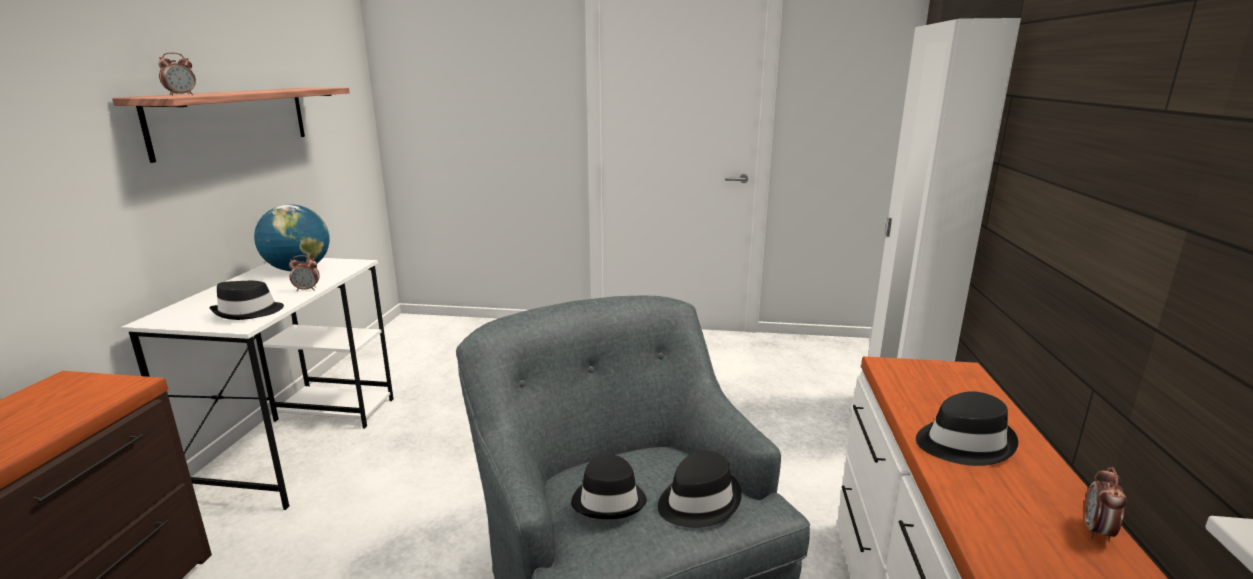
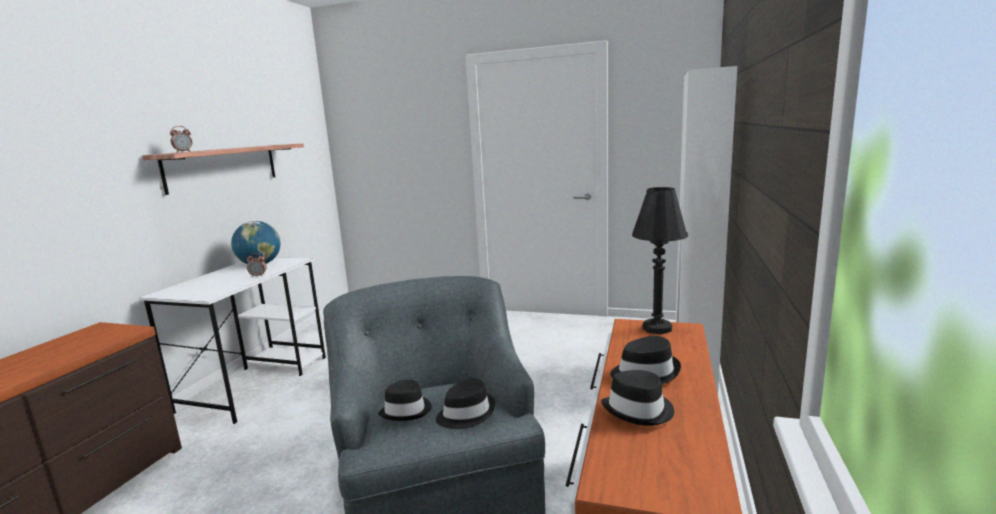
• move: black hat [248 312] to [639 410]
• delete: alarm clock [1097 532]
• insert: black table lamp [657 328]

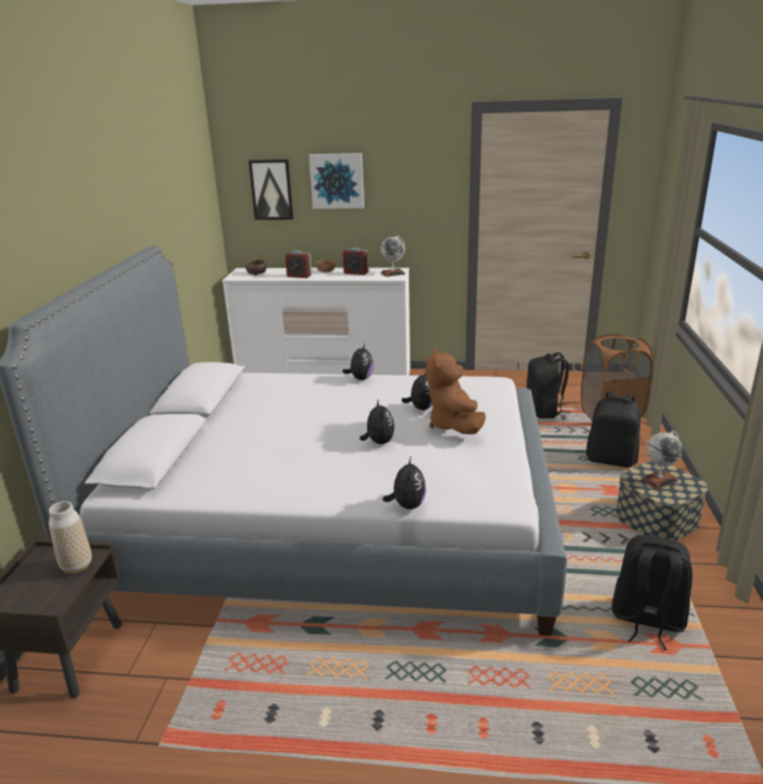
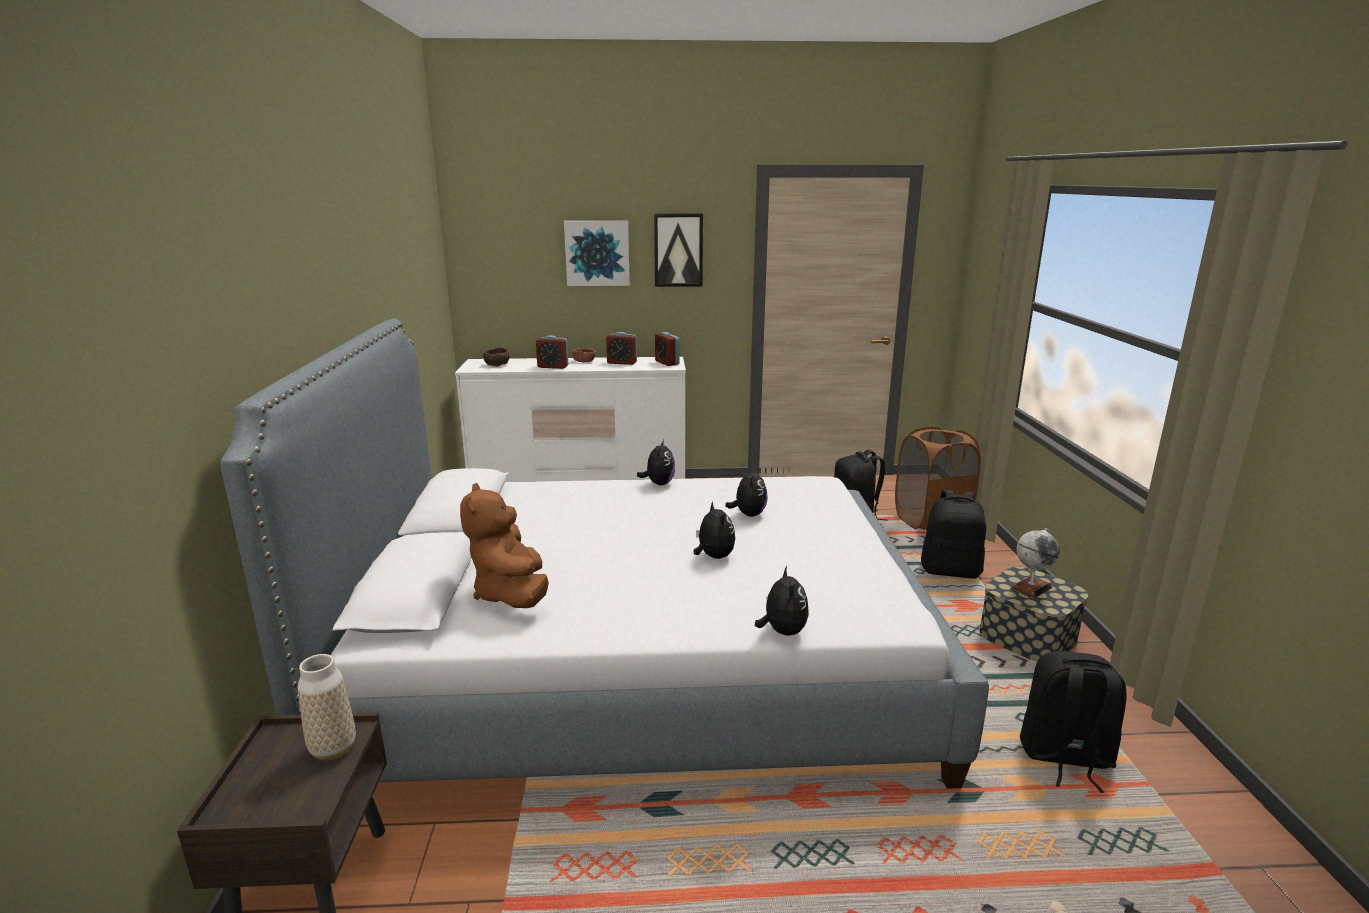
• move: picture [271 189] to [678 250]
• replace: globe [393 273] to alarm clock [667 363]
• move: brown plush toy [454 425] to [511 594]

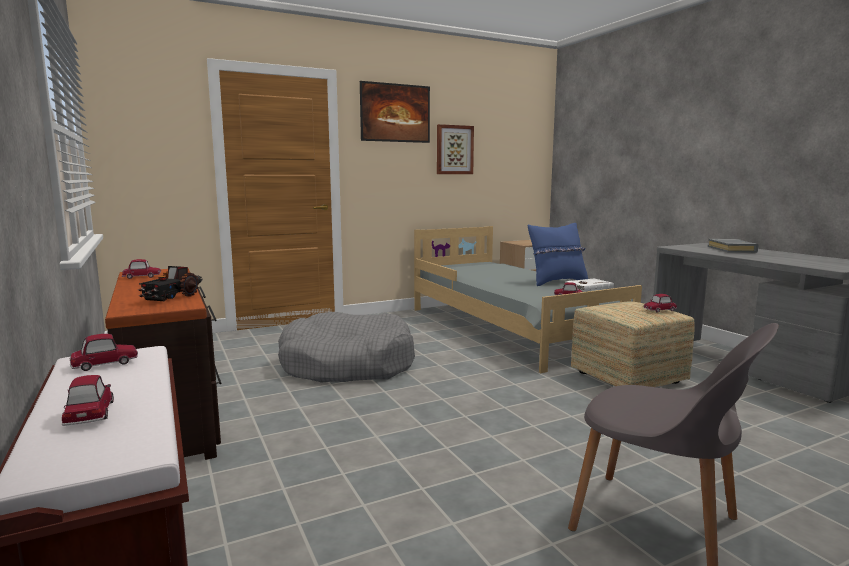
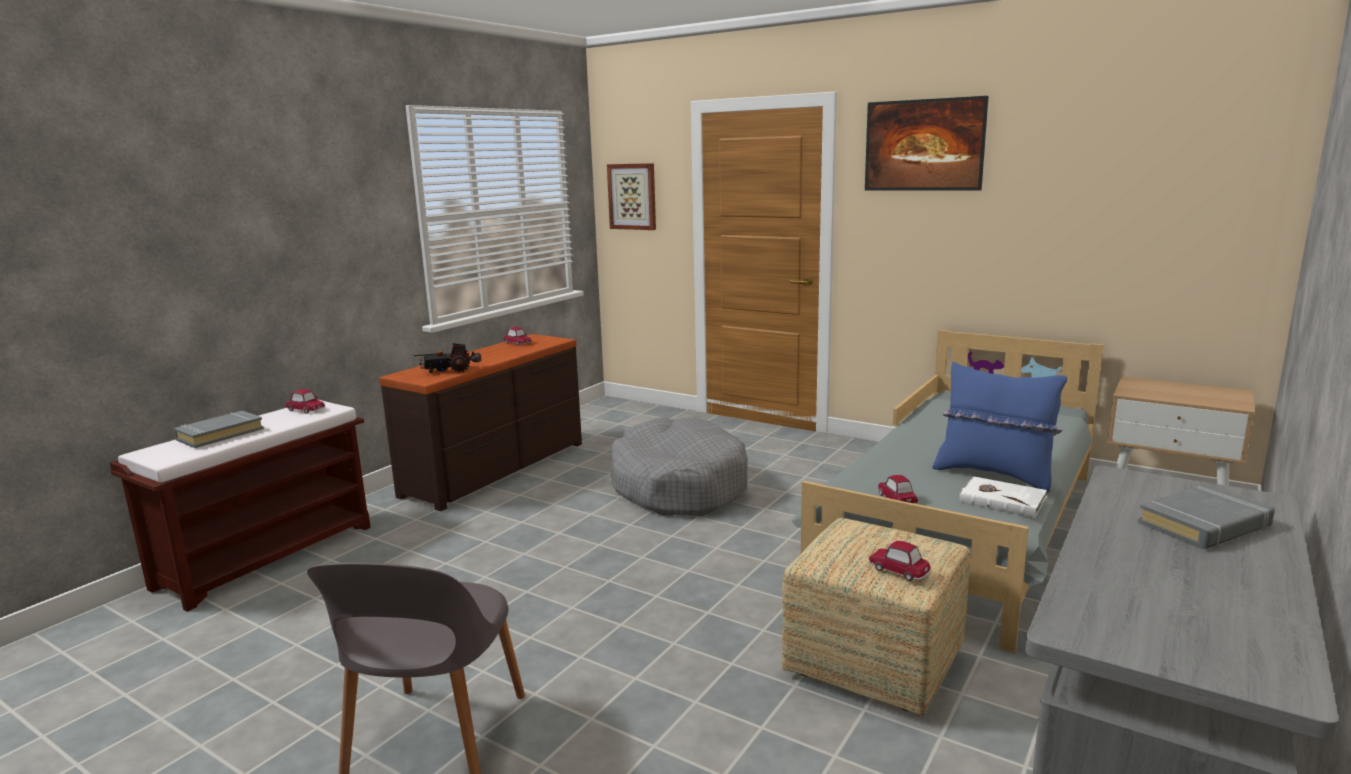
• move: picture [454 150] to [632 196]
• replace: toy car [89 413] to grey book [220 434]

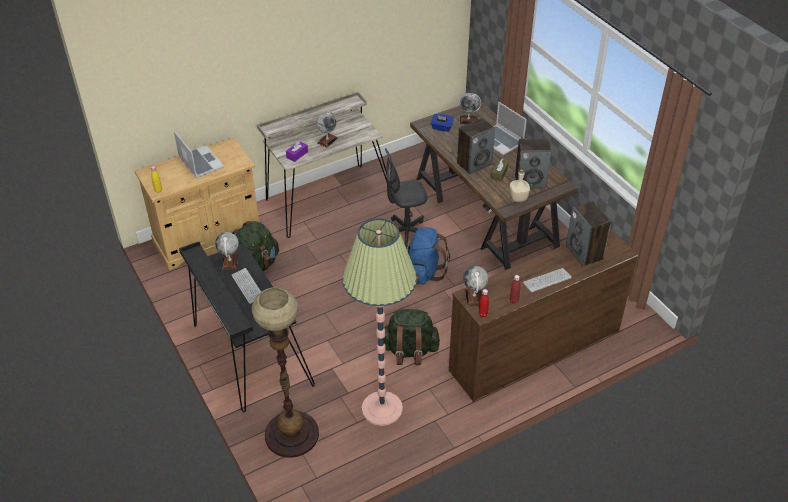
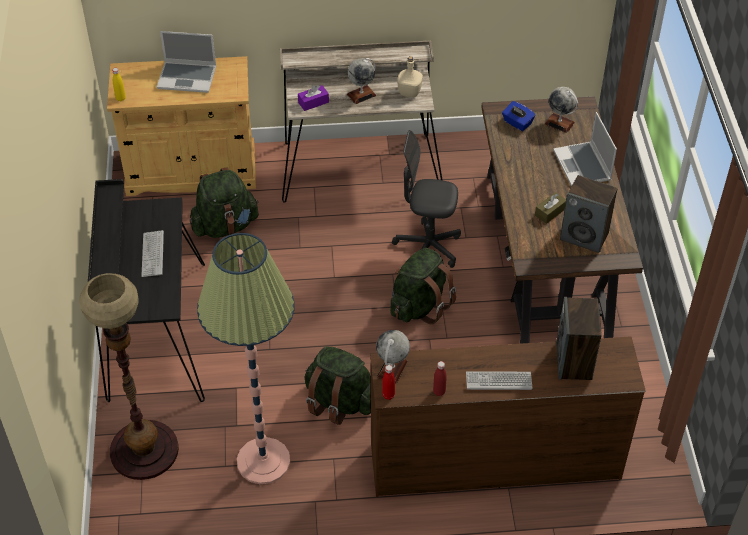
• delete: speaker [474 164]
• rotate: laptop [200 163] = [188 77] 105 degrees clockwise
• move: beige bottle [518 198] to [410 92]
• recolor: blue backpack [423 272] to green backpack [419 305]
• delete: globe [230 262]

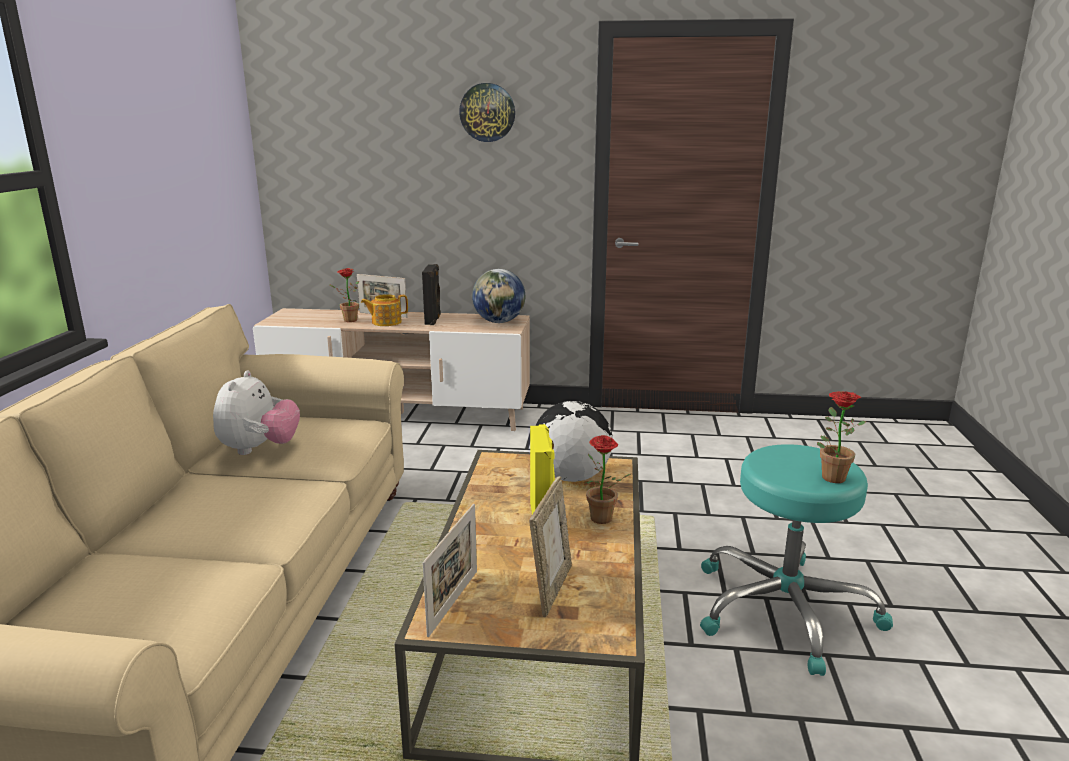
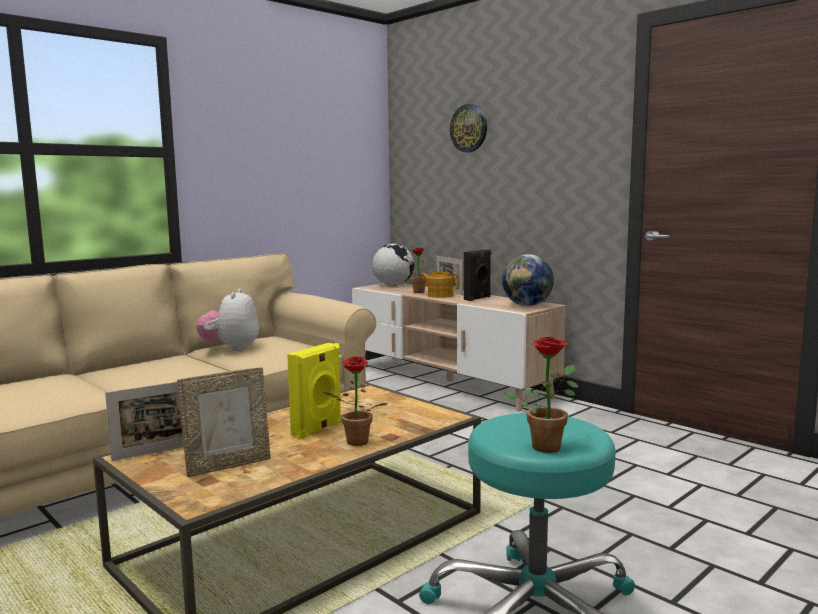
• move: wall clock [487 112] to [469 128]
• rotate: plush toy [259 449] = [231 348] 135 degrees clockwise
• move: globe [571 477] to [393 285]

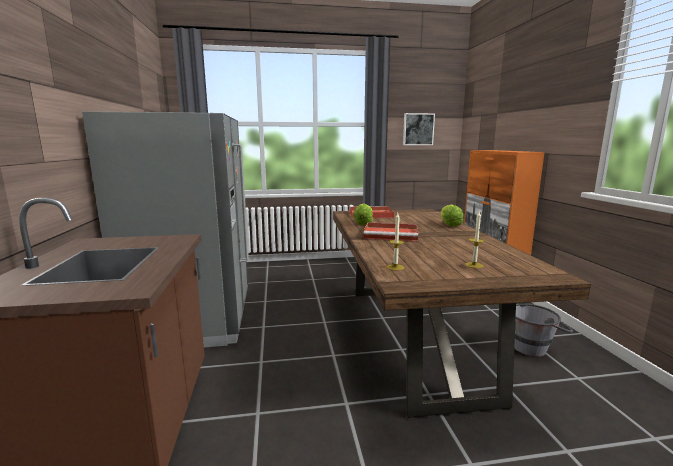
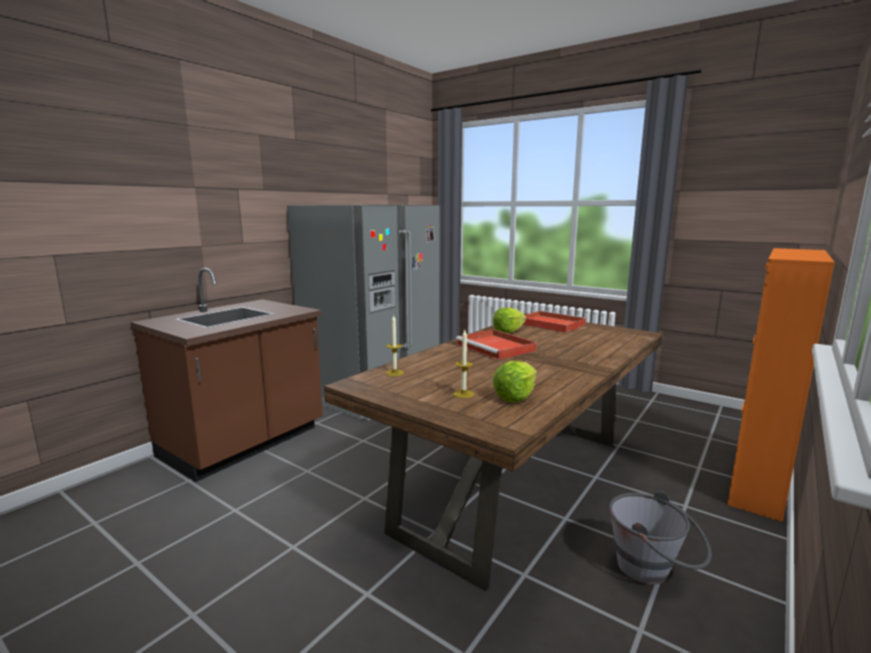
• delete: picture [418 129]
• move: lettuce [449 225] to [515 397]

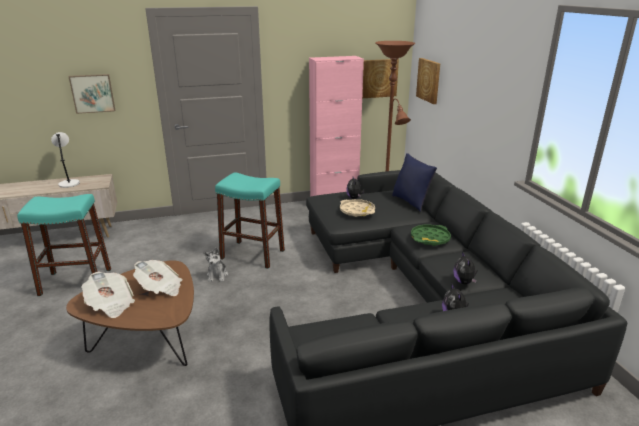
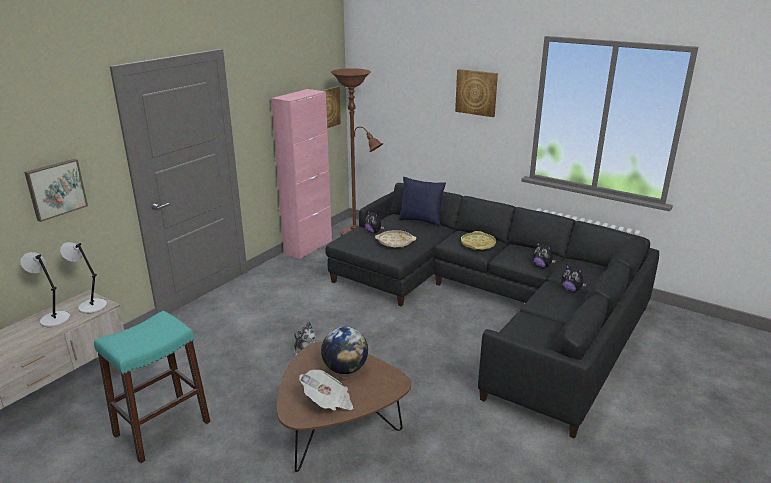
• move: picture [429 80] to [476 92]
• delete: turquoise stool [252 254]
• recolor: green tray [430 238] to yellow tray [478 244]
• replace: newspaper [160 288] to globe [345 369]
• insert: grey table lamp [91 306]

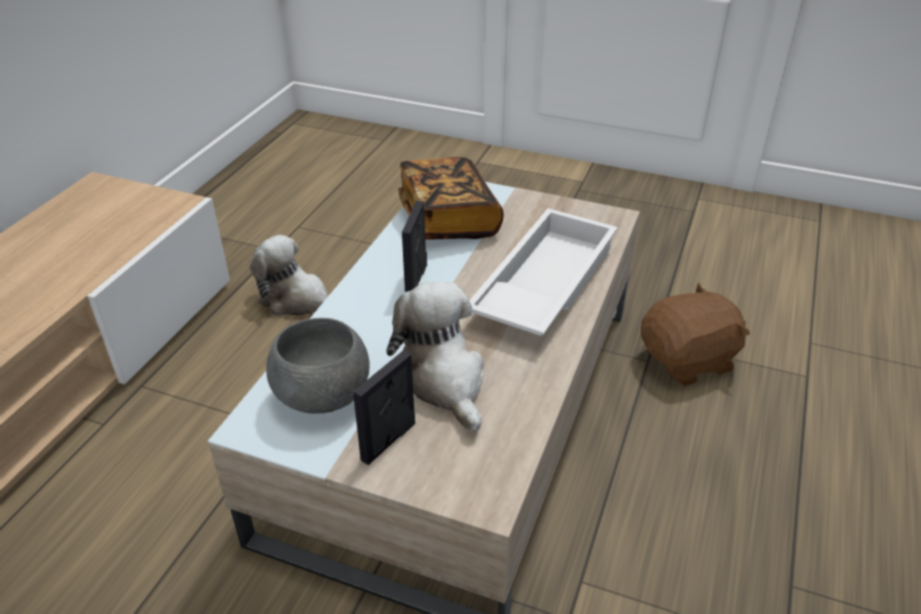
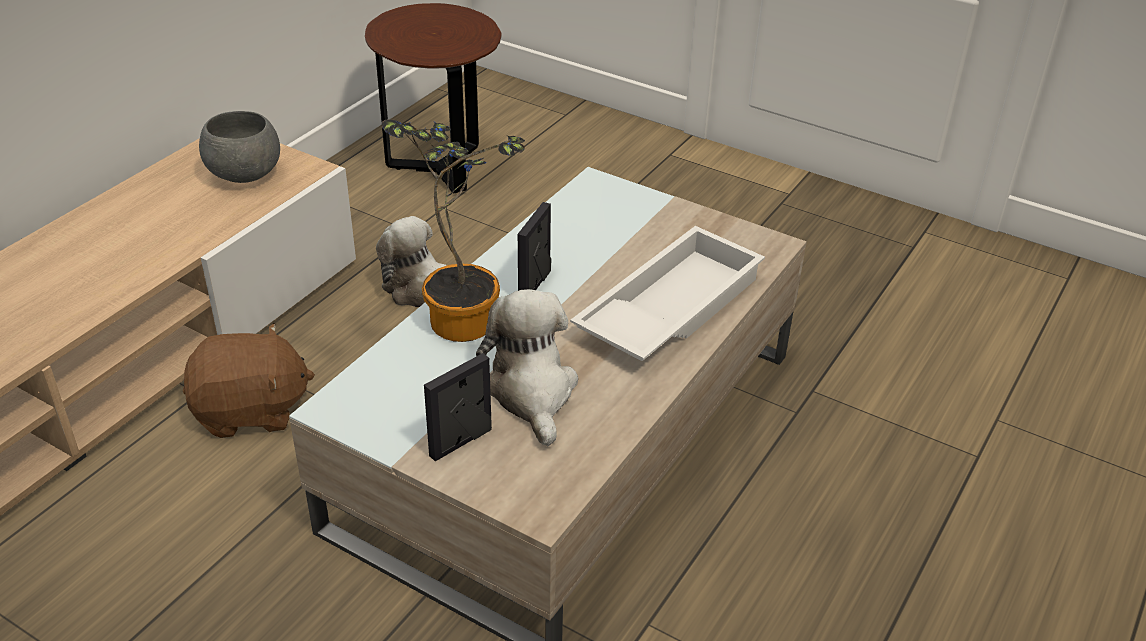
• delete: book [448 220]
• move: brown plush toy [688 360] to [251 411]
• move: grey bowl [322 398] to [244 176]
• insert: brown side table [440 169]
• insert: potted plant [461 316]

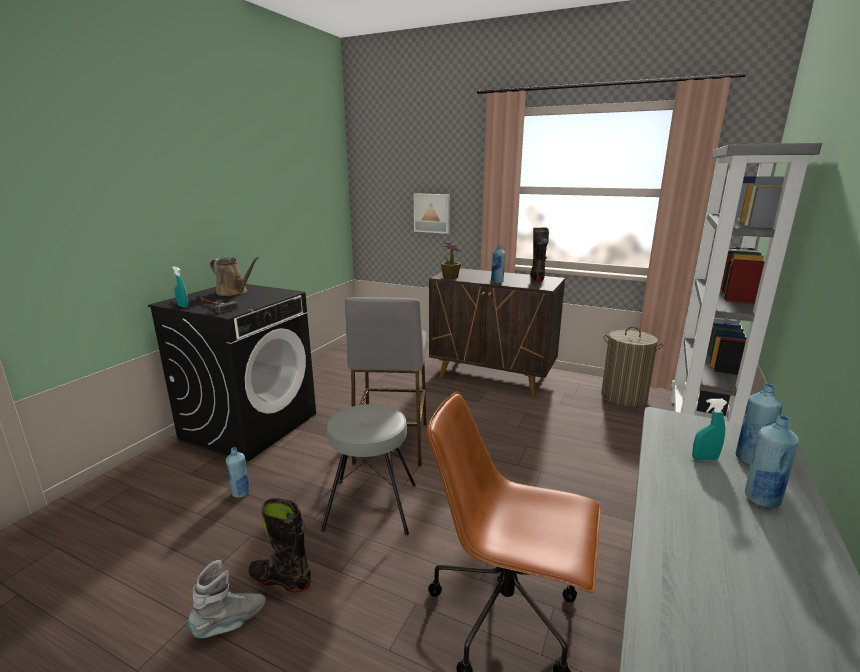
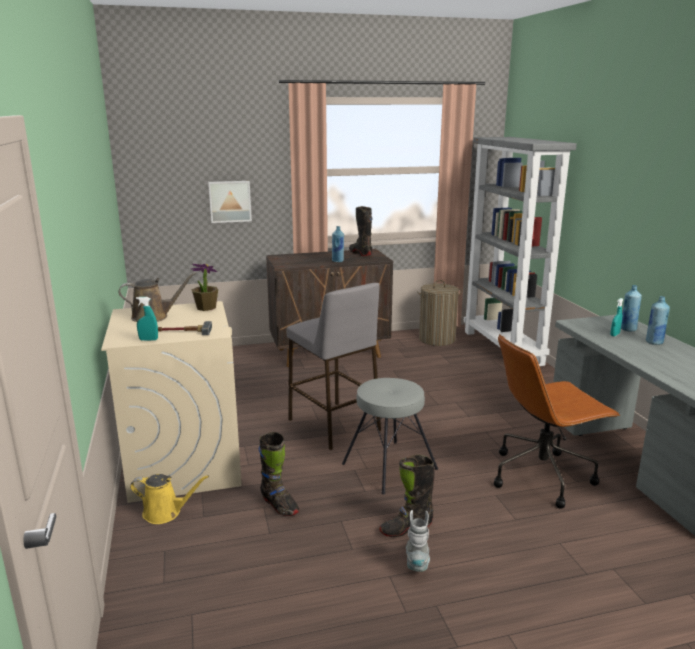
• move: potted plant [450 277] to [206 308]
• recolor: black washing machine [250 425] to beige washing machine [184 463]
• replace: blue bottle [240 493] to black boot [279 505]
• insert: yellow watering can [165 513]

